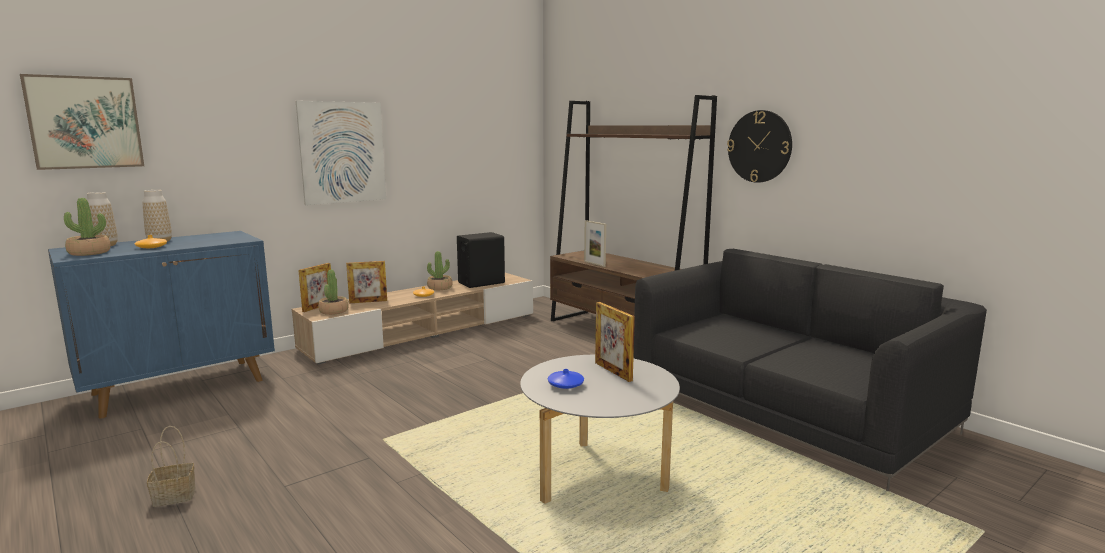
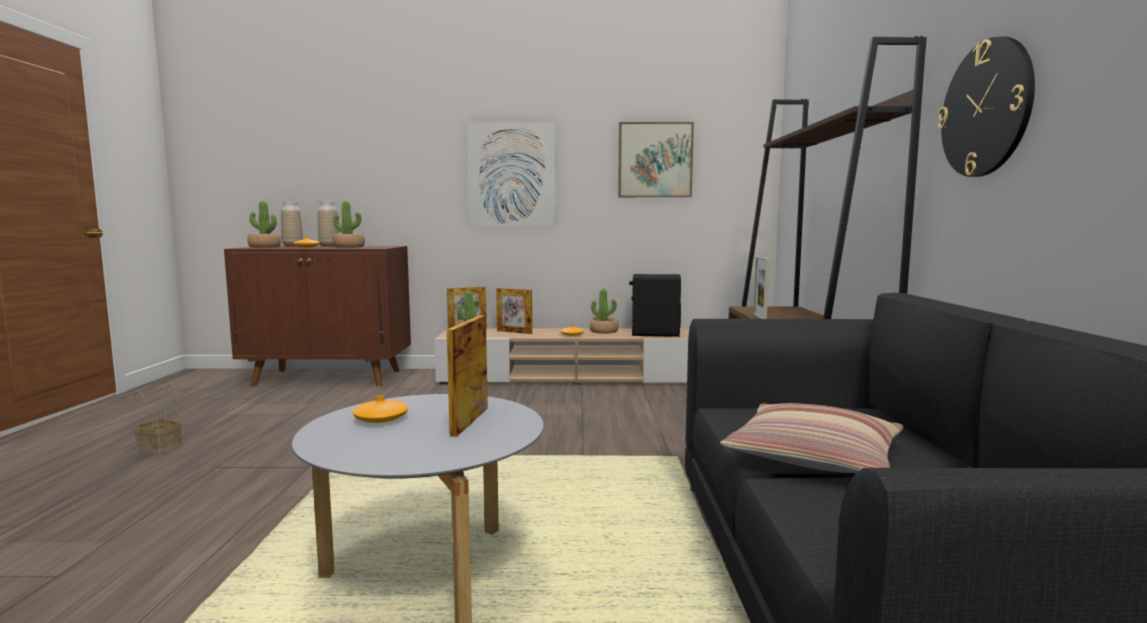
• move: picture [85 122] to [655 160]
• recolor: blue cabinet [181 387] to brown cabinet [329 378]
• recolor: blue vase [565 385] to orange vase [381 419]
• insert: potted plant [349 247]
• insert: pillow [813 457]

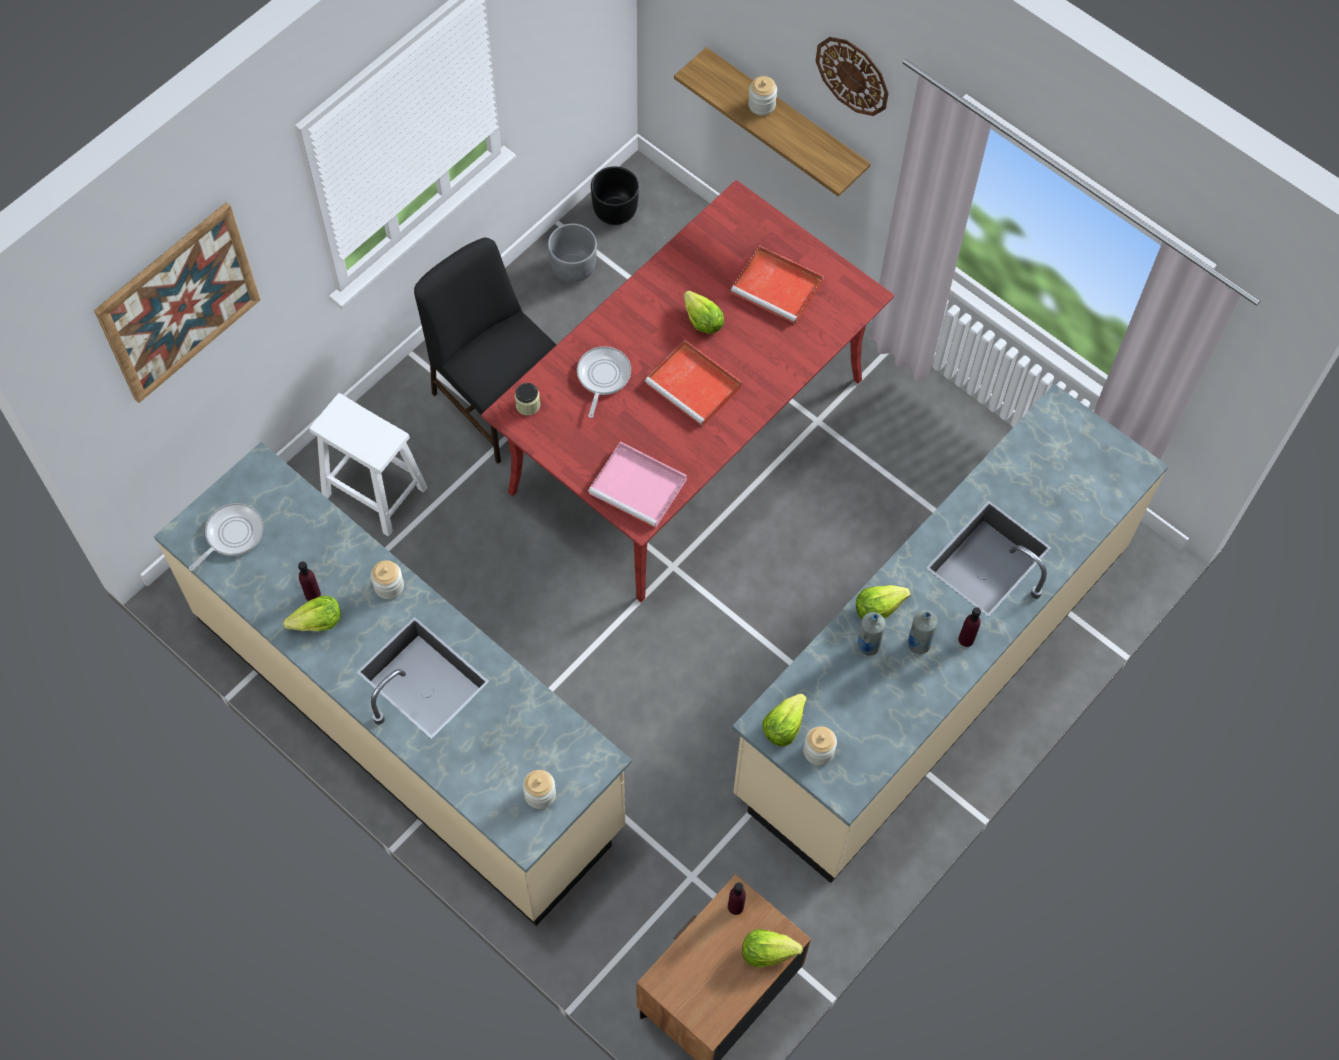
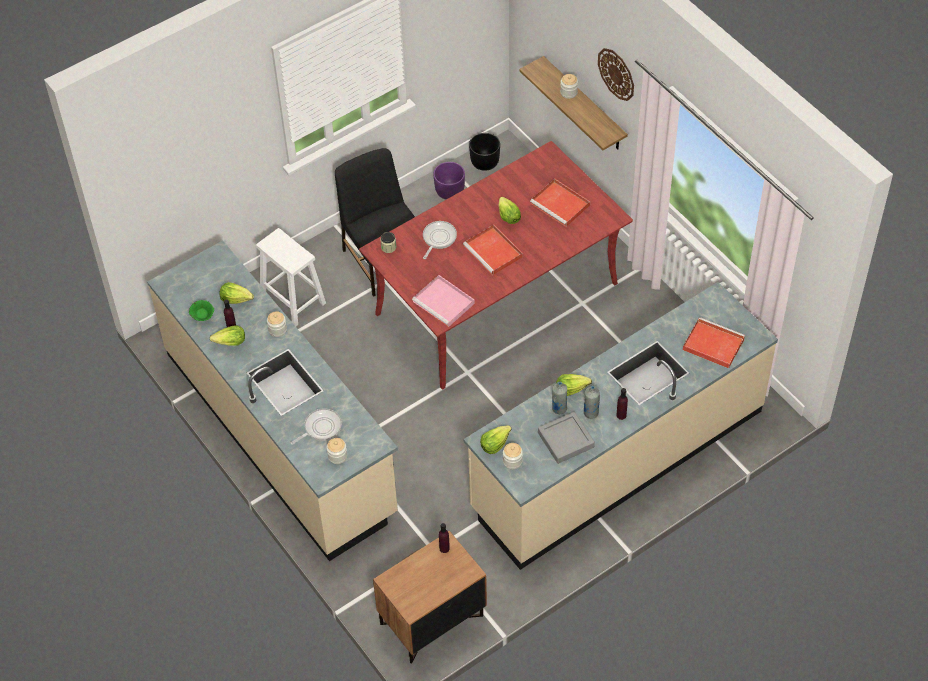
• delete: picture [179 303]
• recolor: grey planter [573 268] to purple planter [450 191]
• move: frying pan [231 535] to [320 428]
• move: lettuce [768 951] to [236 299]
• insert: green bowl [203 316]
• insert: red tray [712 344]
• insert: grey tray [566 440]

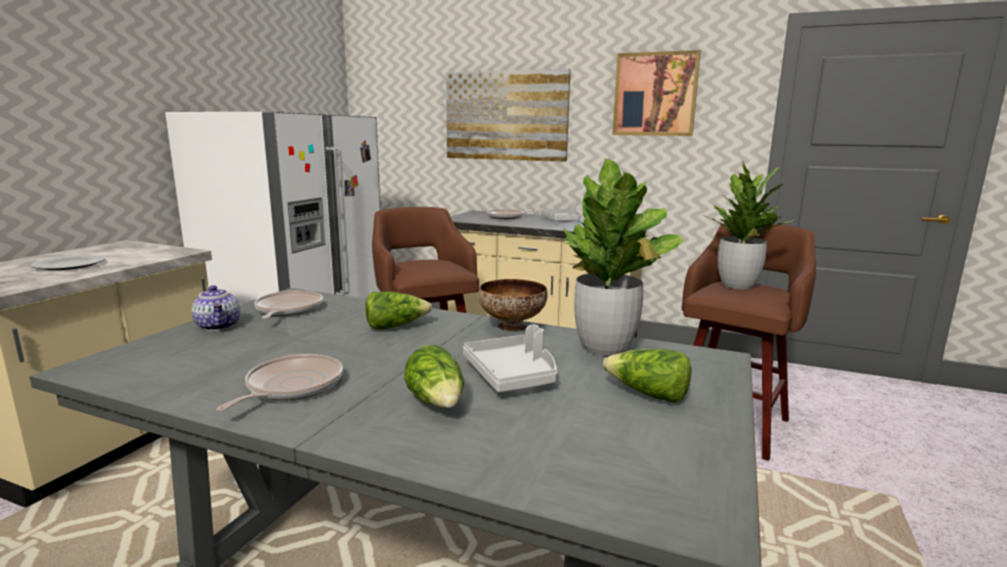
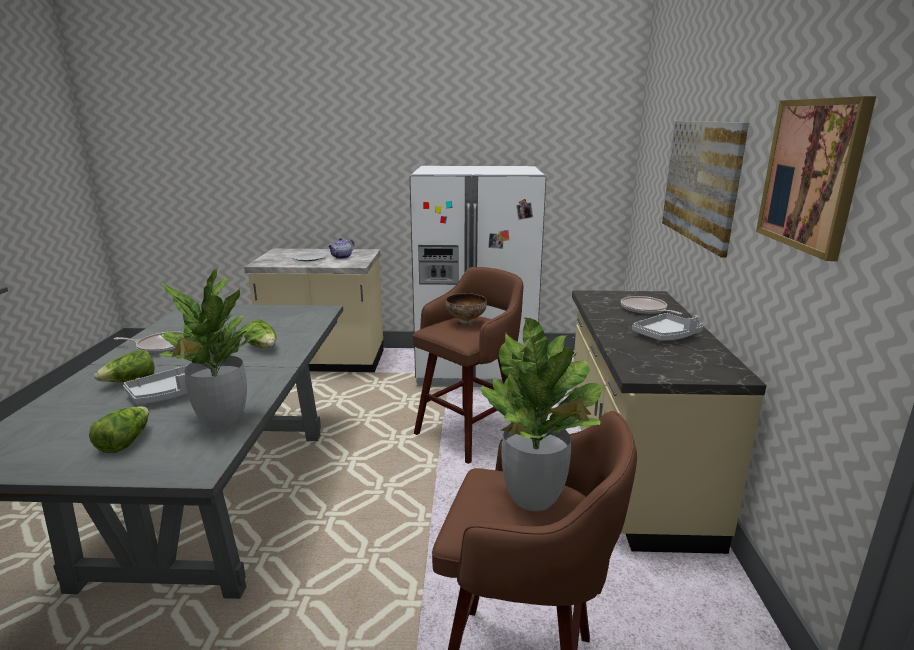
• move: bowl [511 327] to [465 323]
• move: teapot [219 326] to [342 257]
• delete: frying pan [288 310]

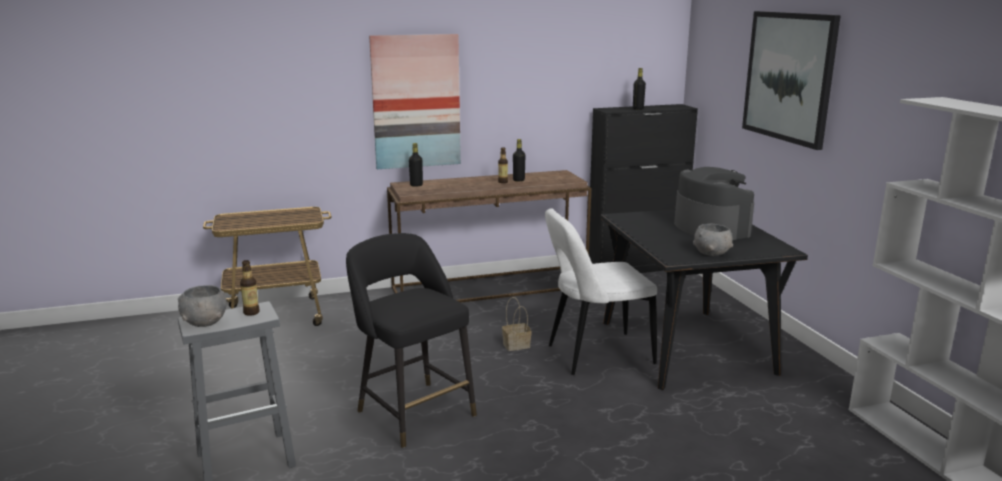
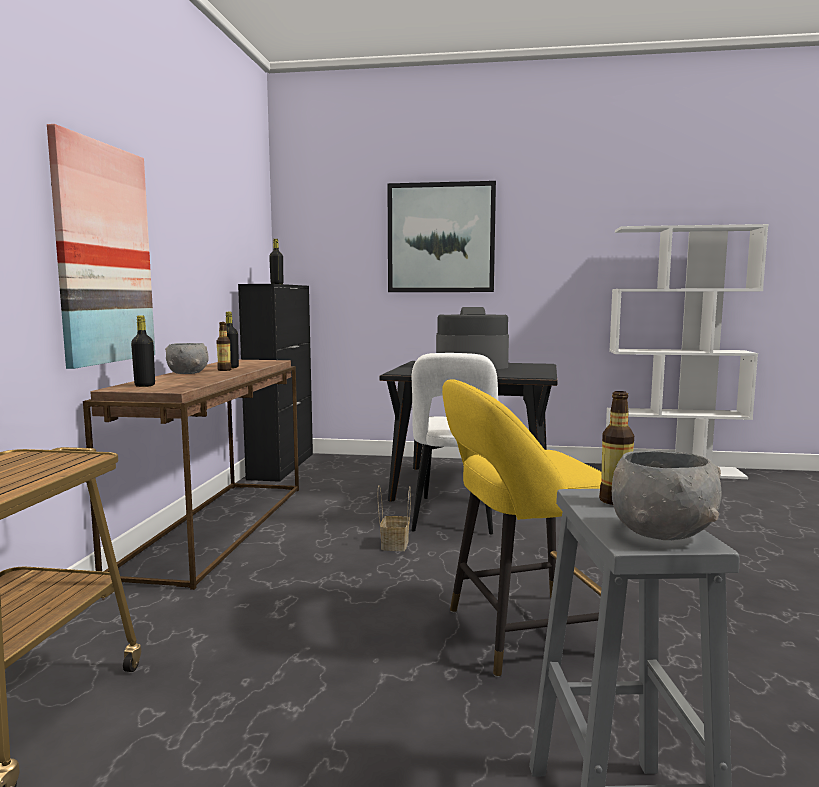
• move: grey bowl [711 253] to [188 373]
• recolor: black stool [412 411] to yellow stool [518 633]

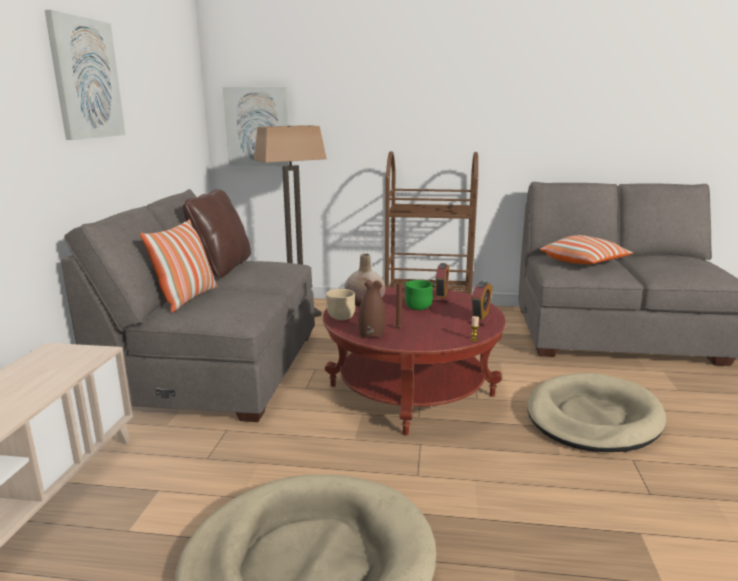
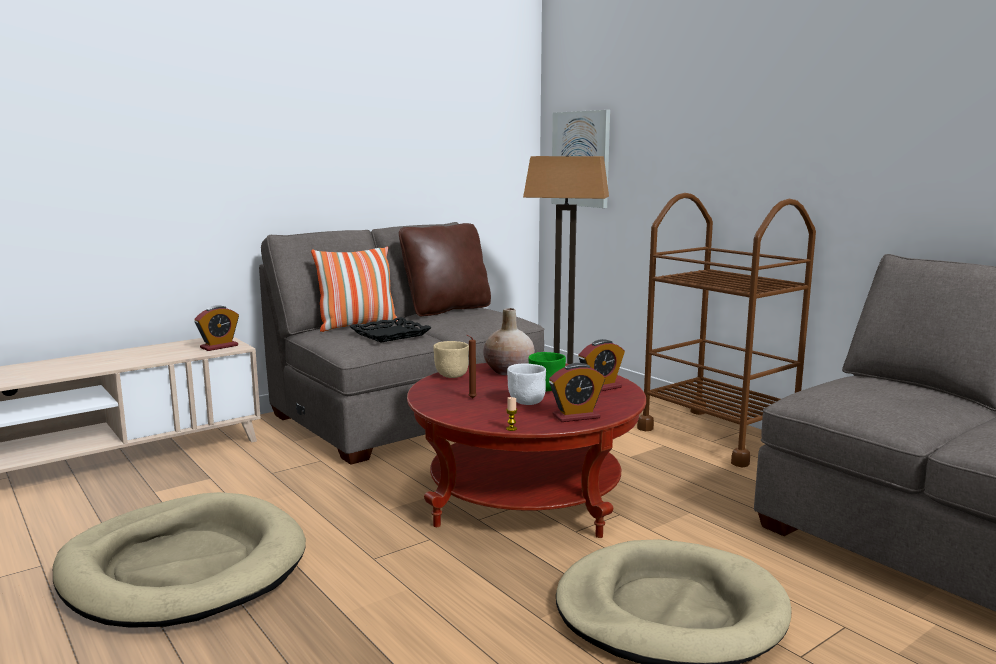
• delete: picture [86 79]
• delete: pillow [584 263]
• delete: brown vase [371 335]
• insert: alarm clock [219 347]
• insert: black tray [390 335]
• insert: white bowl [526 402]

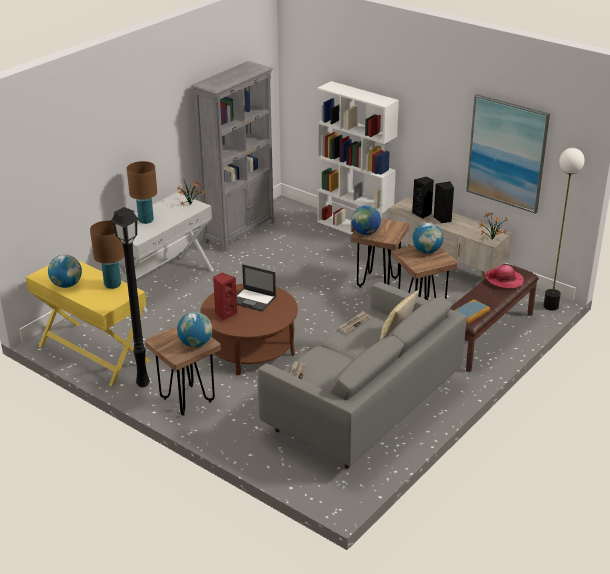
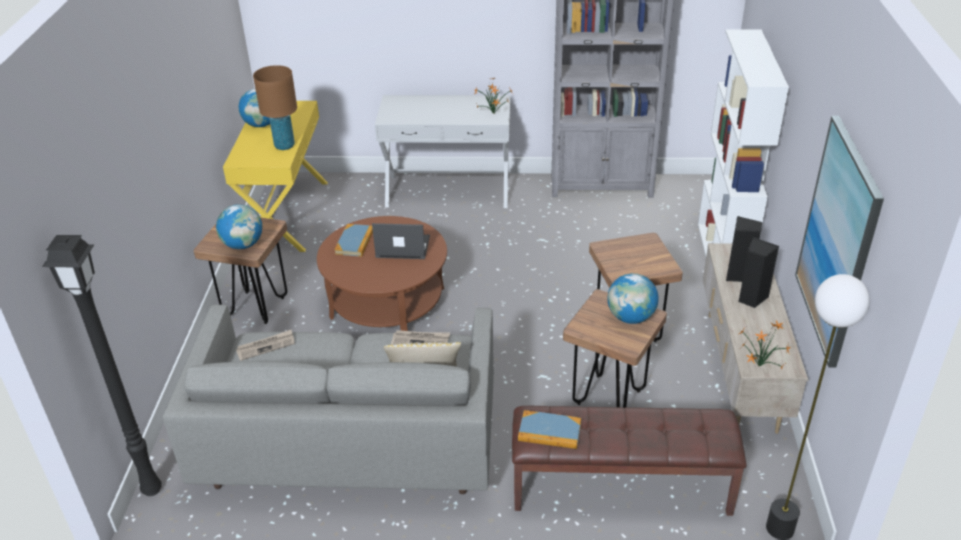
• delete: brown table lamp [146 220]
• delete: globe [365 233]
• move: black floor lamp [143 385] to [150 490]
• rotate: laptop [253 300] = [402 247] 105 degrees clockwise
• delete: hat [504 280]
• replace: red speaker [225 314] to book [355 242]

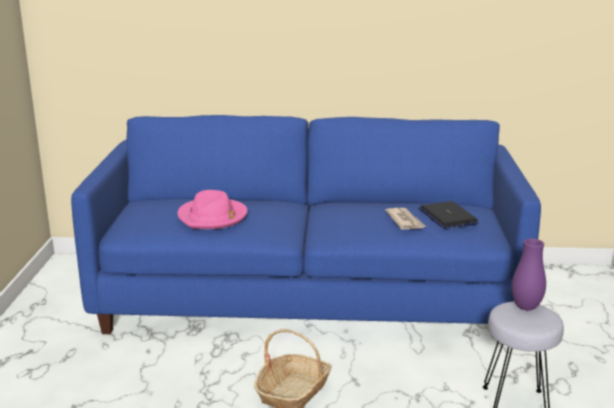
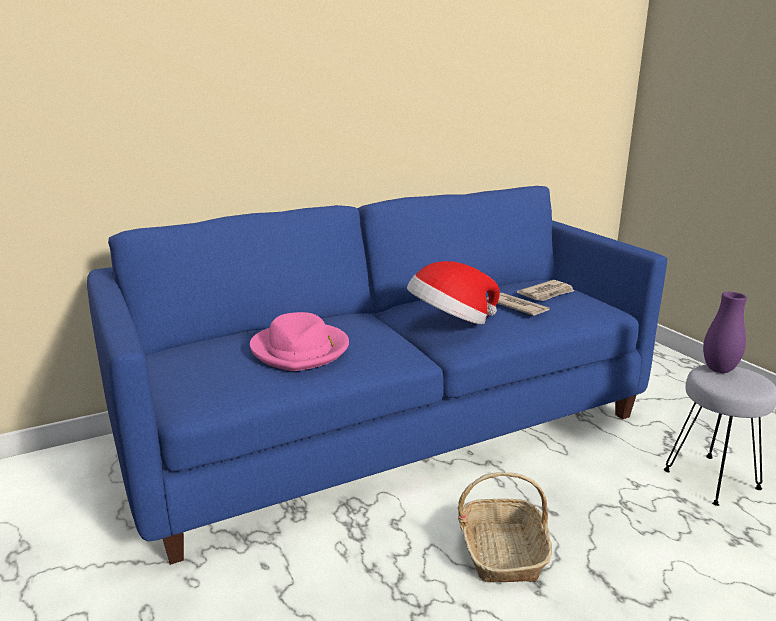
• replace: laptop [447 216] to newspaper [547 293]
• insert: hat [450 322]

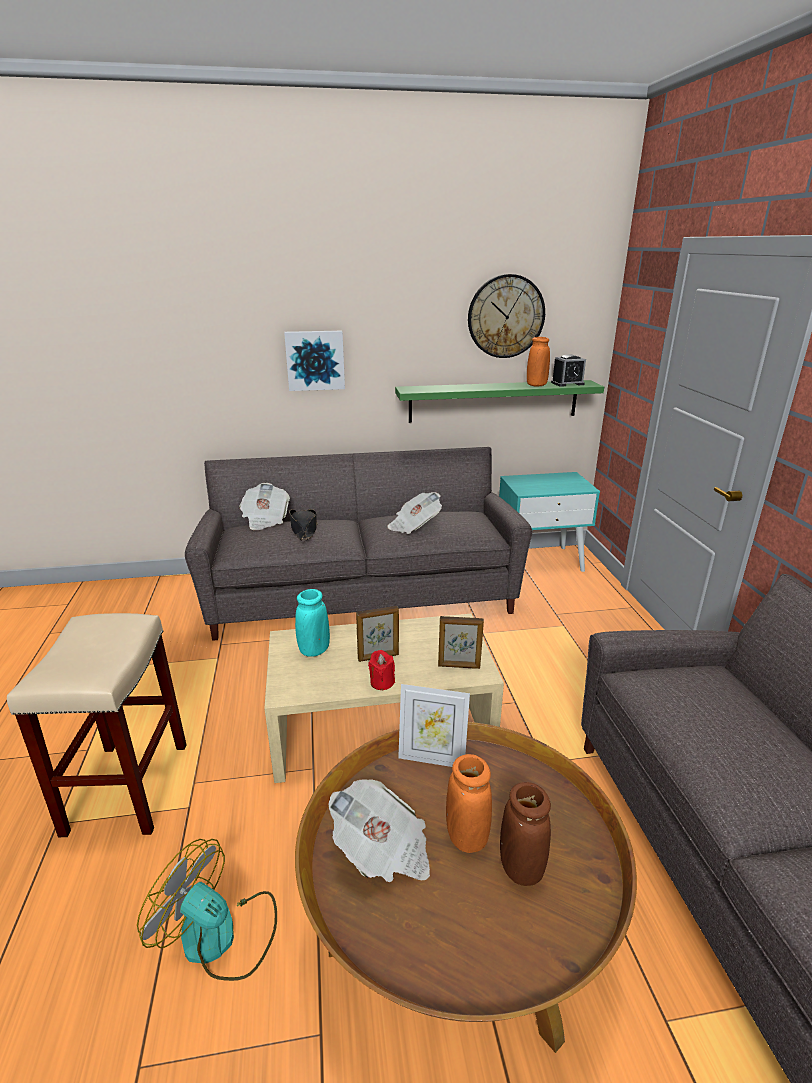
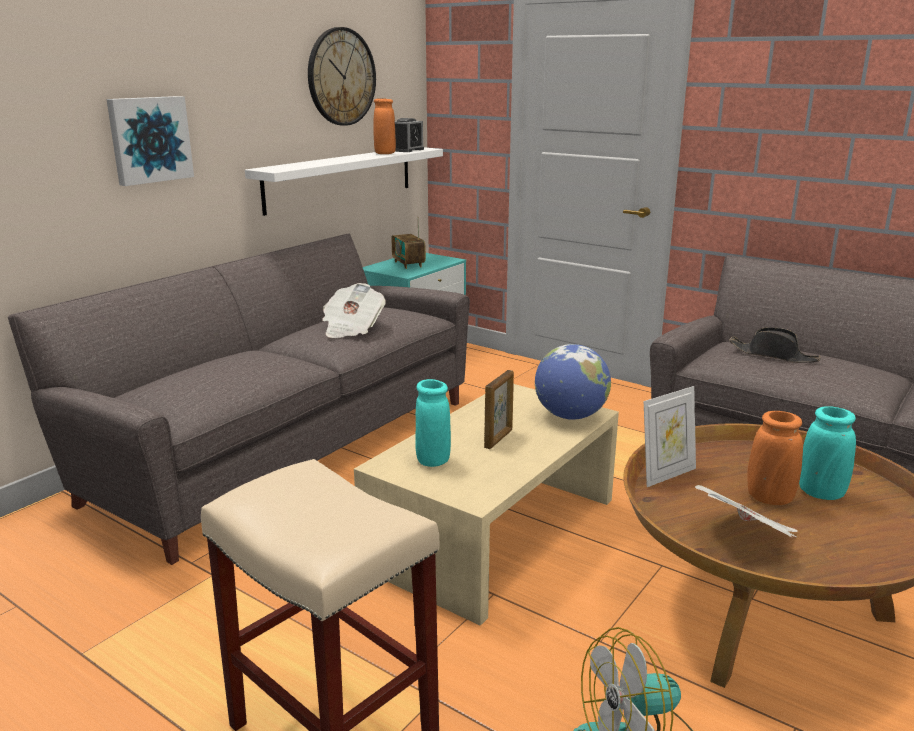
• recolor: green shelf [493 401] to white shelf [340 178]
• delete: newspaper [265 519]
• move: black hat [304 529] to [773 355]
• replace: picture frame [459 666] to globe [570 416]
• delete: red candle [382 682]
• recolor: brown vase [521 867] to turquoise vase [820 493]
• insert: radio [408 264]

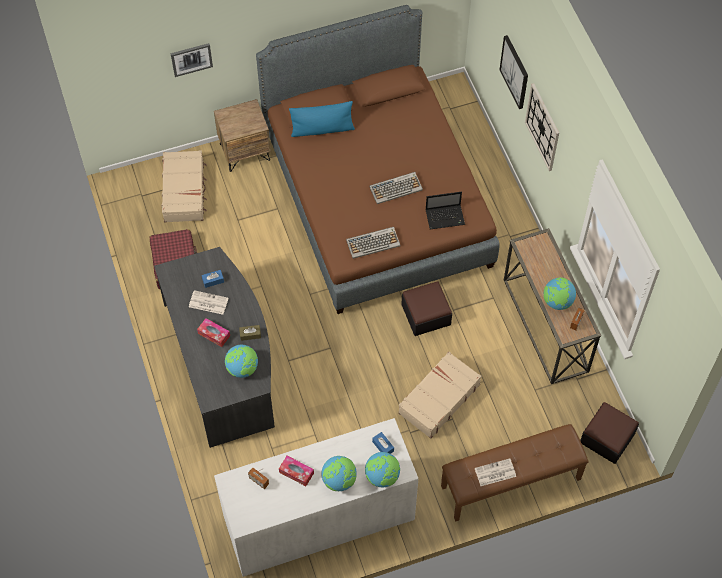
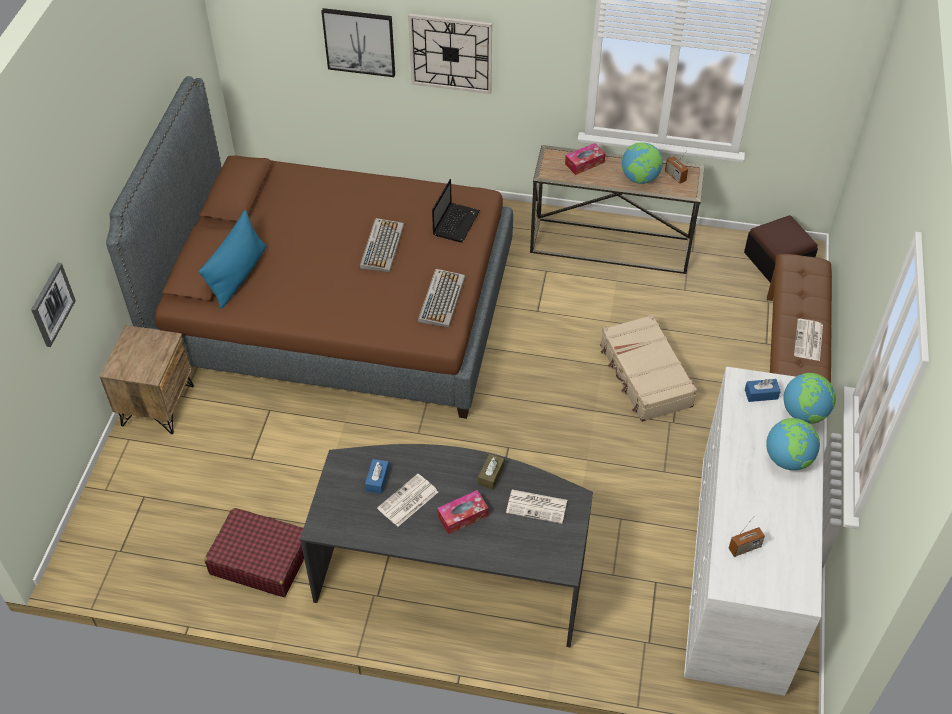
• delete: beige suitcase [184 191]
• delete: ottoman [426 314]
• replace: globe [242 368] to newspaper [537 506]
• move: tissue box [296 472] to [584 163]

